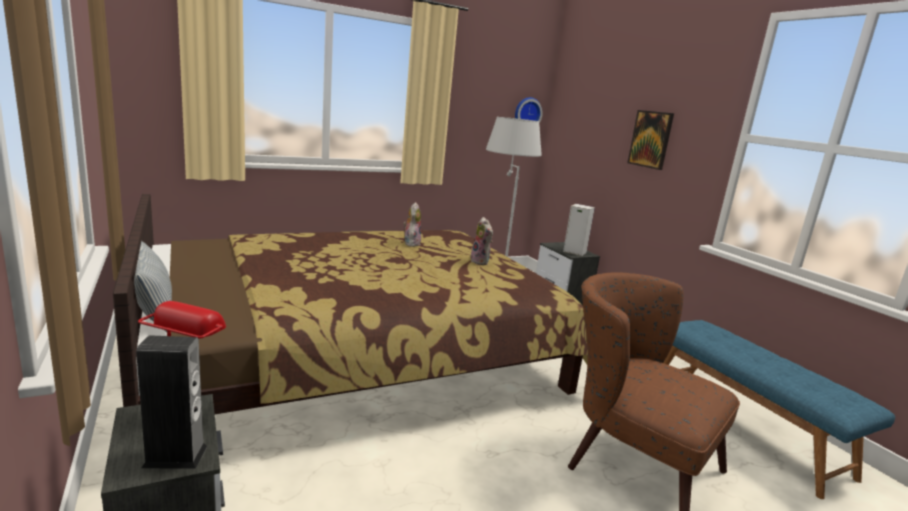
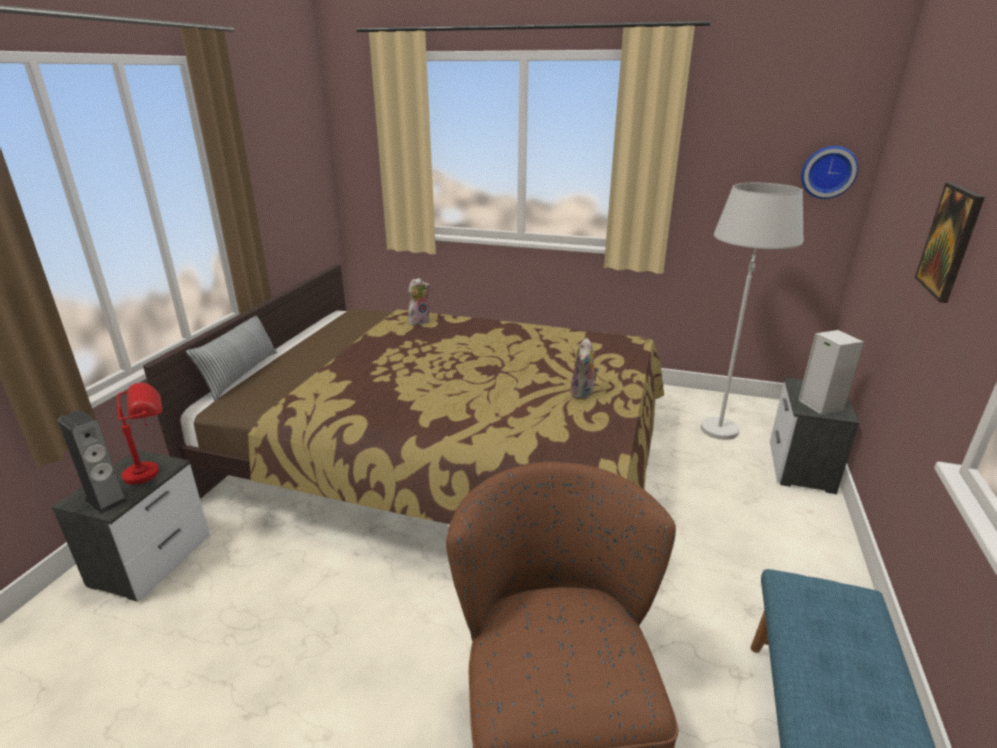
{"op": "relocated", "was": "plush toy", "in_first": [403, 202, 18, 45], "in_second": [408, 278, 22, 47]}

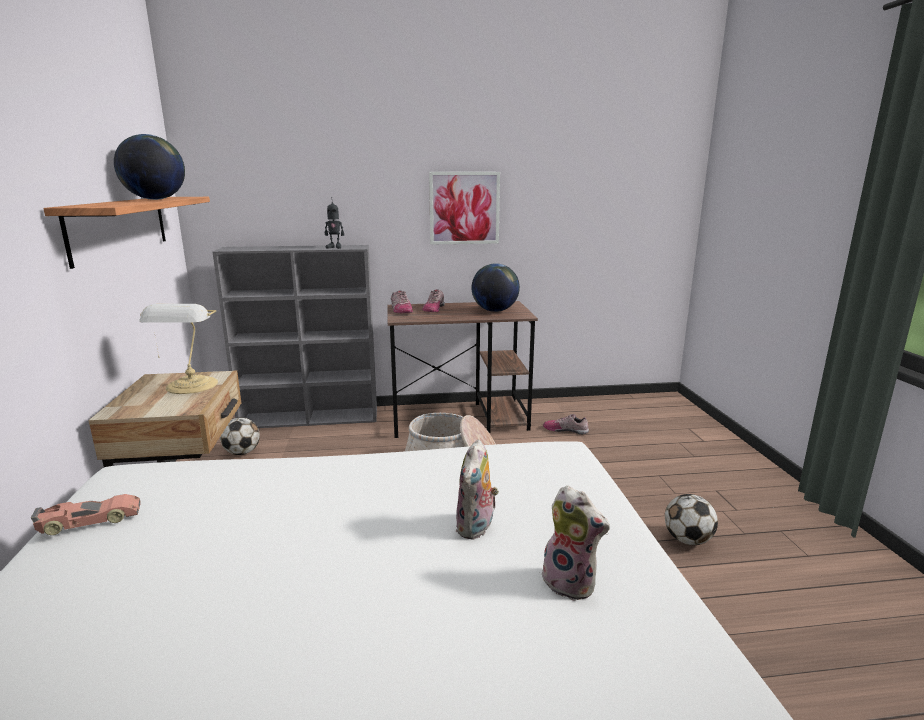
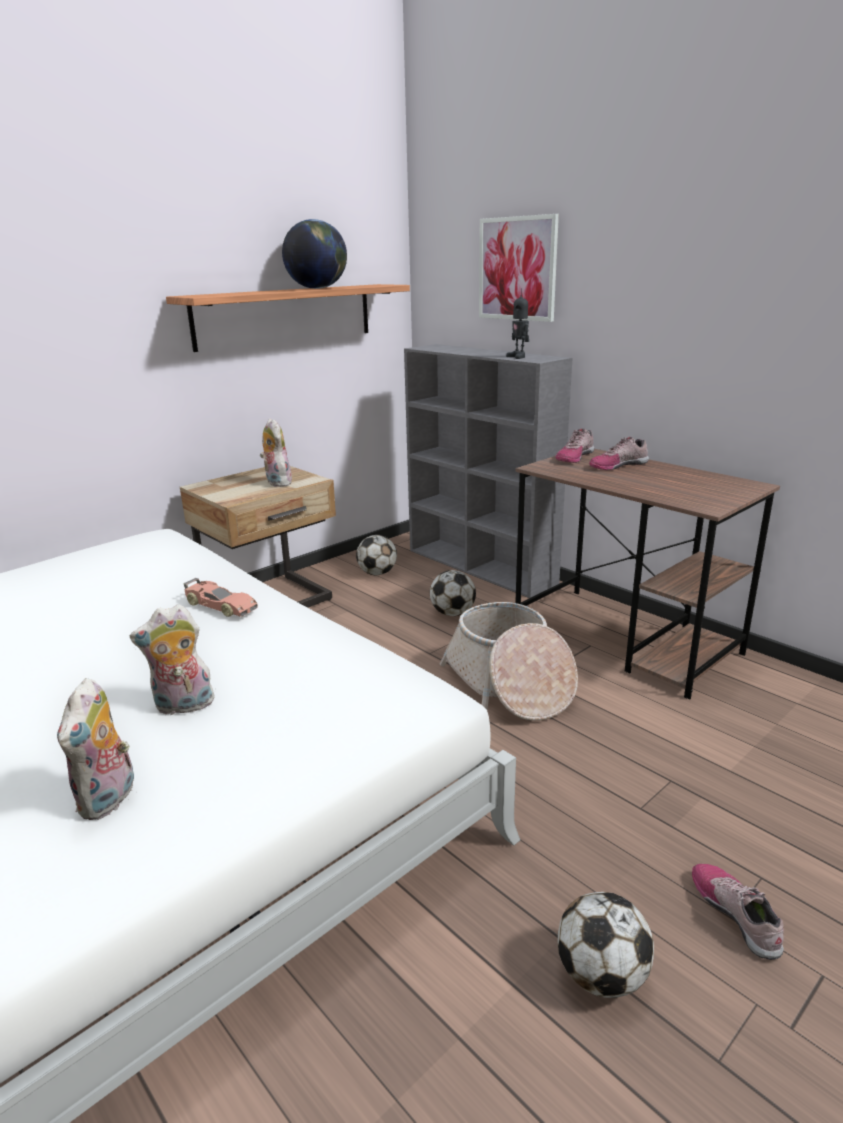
{"op": "relocated", "was": "toy car", "in_first": [31, 494, 110, 41], "in_second": [184, 578, 74, 39]}
{"op": "exchanged", "was": "table lamp", "now": "plush toy", "in_first": [139, 304, 79, 90], "in_second": [260, 418, 32, 69]}
{"op": "relocated", "was": "picture", "in_first": [429, 172, 71, 72], "in_second": [479, 214, 80, 108]}
{"op": "missing", "was": "globe", "in_first": [472, 263, 48, 49]}
{"op": "relocated", "was": "shoe", "in_first": [543, 414, 46, 20], "in_second": [692, 864, 92, 96]}
{"op": "appeared", "now": "football", "in_second": [430, 570, 46, 46]}

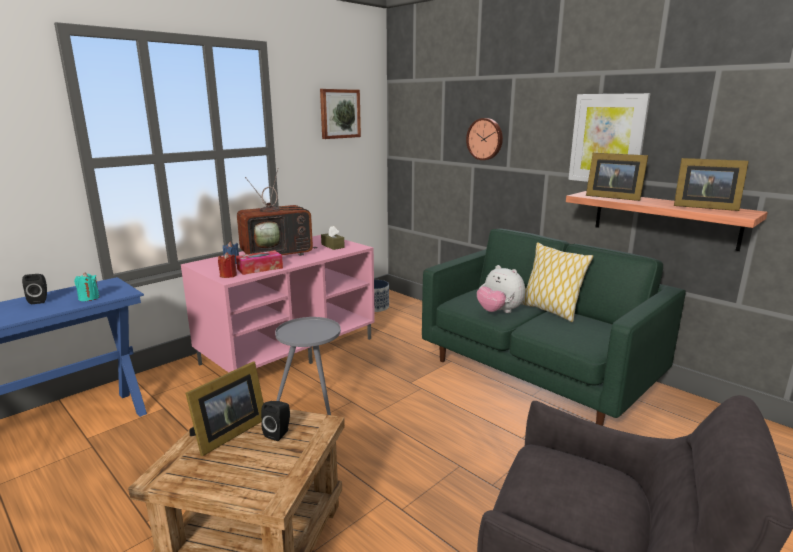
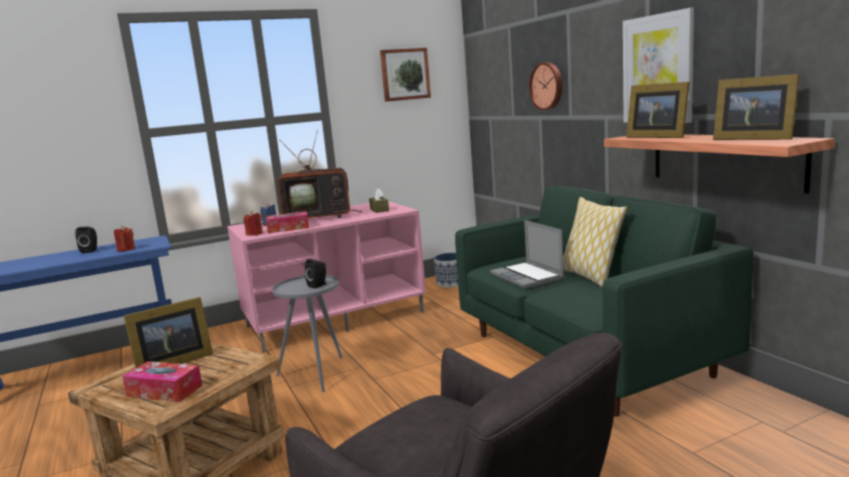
{"op": "colour", "was": "candle in turquoise", "now": "candle in red", "in_first": [74, 272, 26, 29], "in_second": [114, 226, 21, 25]}
{"op": "relocated", "was": "speaker in black", "in_first": [261, 401, 29, 40], "in_second": [305, 259, 21, 29]}
{"op": "exchanged", "was": "plush toy", "now": "laptop", "in_first": [477, 265, 48, 48], "in_second": [490, 220, 74, 68]}
{"op": "appeared", "now": "tissue box", "in_second": [122, 361, 81, 41]}

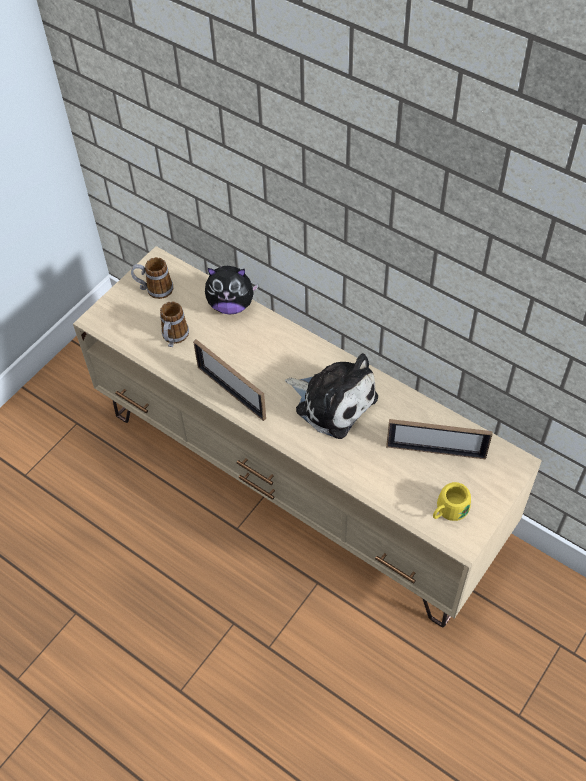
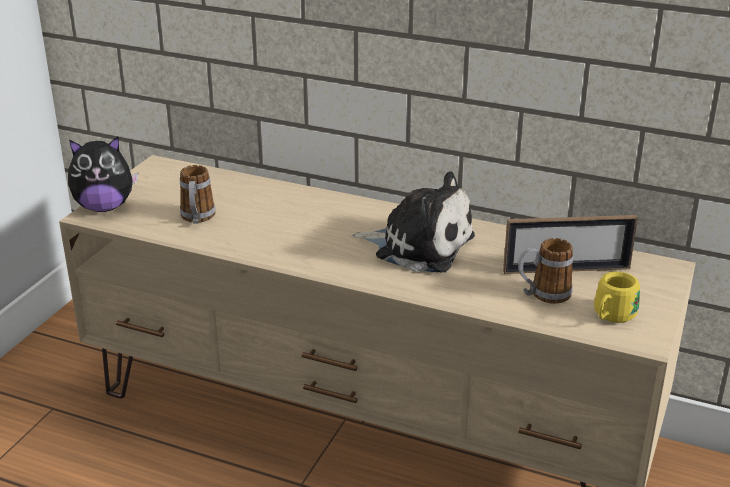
{"op": "relocated", "was": "mug", "in_first": [131, 257, 42, 42], "in_second": [518, 238, 55, 66]}
{"op": "missing", "was": "picture frame", "in_first": [193, 339, 73, 82]}
{"op": "relocated", "was": "plush toy", "in_first": [205, 266, 54, 49], "in_second": [68, 137, 70, 75]}

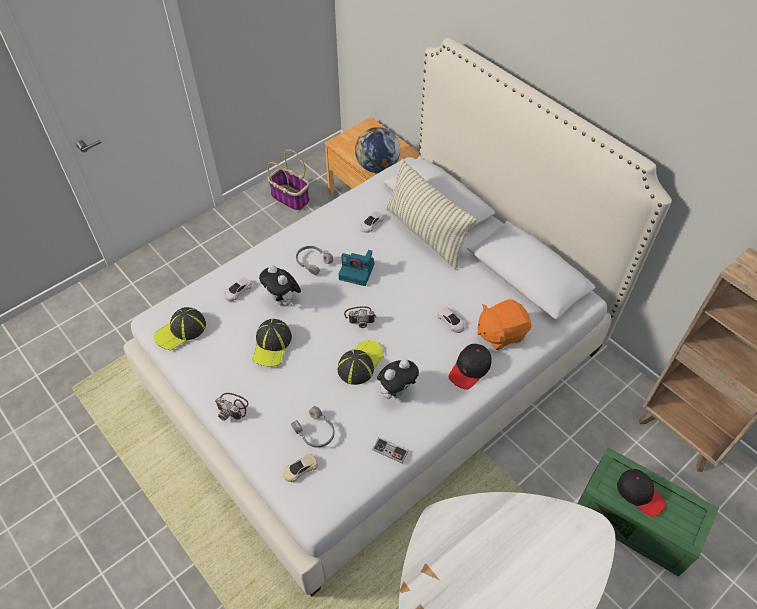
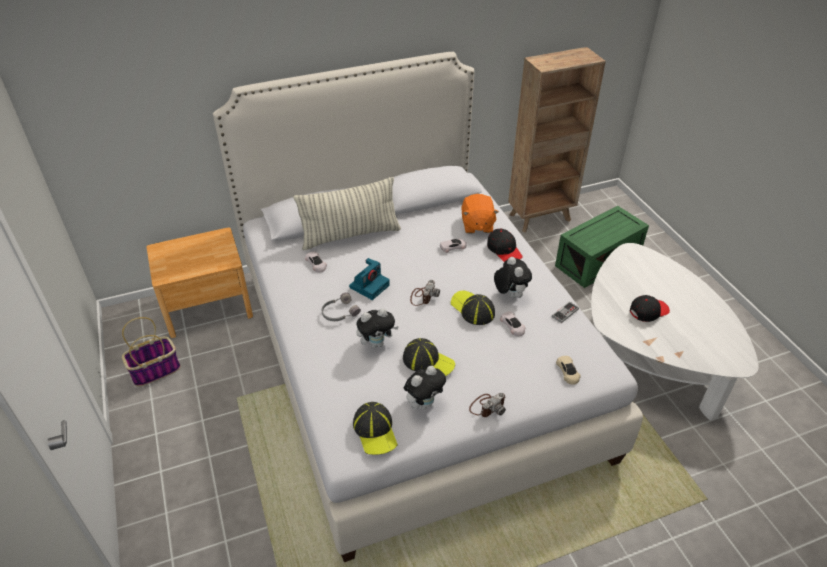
{"op": "relocated", "was": "toy car in white", "in_first": [224, 277, 28, 24], "in_second": [500, 311, 25, 25]}
{"op": "missing", "was": "headphones in grey", "in_first": [291, 406, 44, 42]}
{"op": "missing", "was": "globe", "in_first": [355, 127, 45, 46]}
{"op": "relocated", "was": "cap in black", "in_first": [617, 469, 48, 48], "in_second": [630, 295, 40, 27]}
{"op": "appeared", "now": "plush toy", "in_second": [404, 366, 42, 44]}

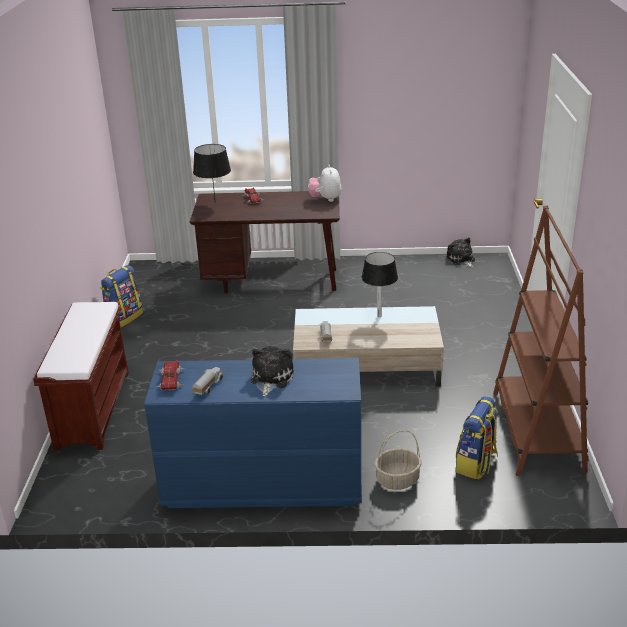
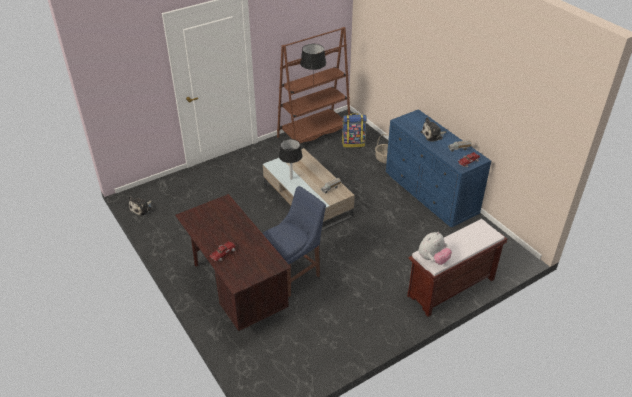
{"op": "missing", "was": "backpack", "in_first": [100, 265, 43, 62]}
{"op": "relocated", "was": "table lamp in black", "in_first": [193, 144, 38, 55], "in_second": [300, 44, 26, 40]}
{"op": "relocated", "was": "plush toy", "in_first": [308, 165, 34, 37], "in_second": [419, 232, 33, 33]}
{"op": "appeared", "now": "chair in blue", "in_second": [262, 186, 64, 111]}

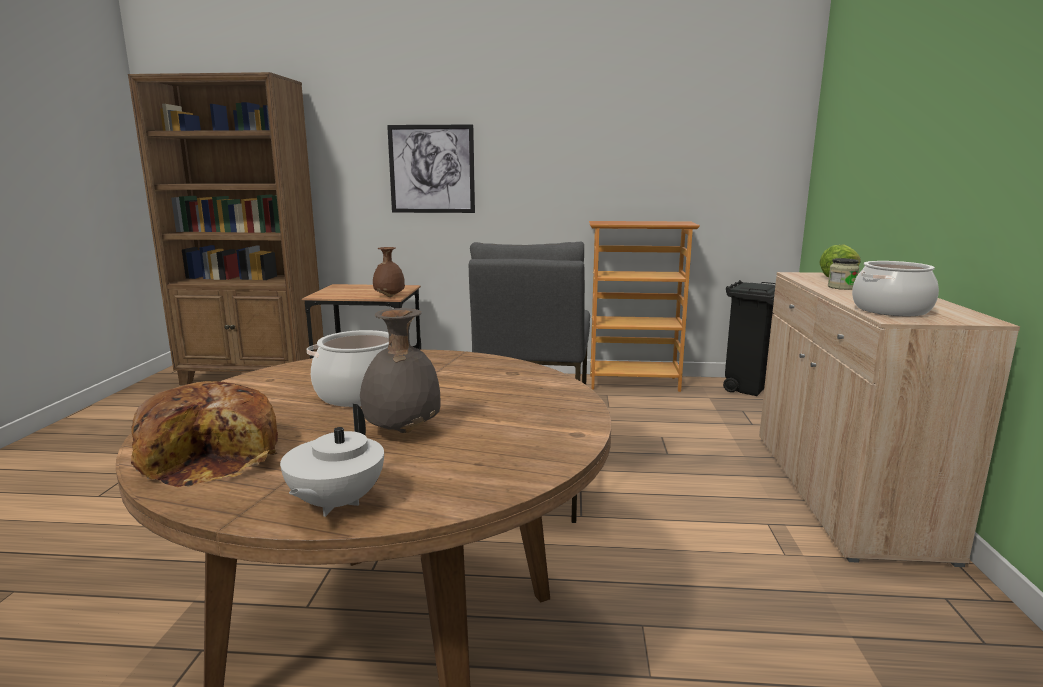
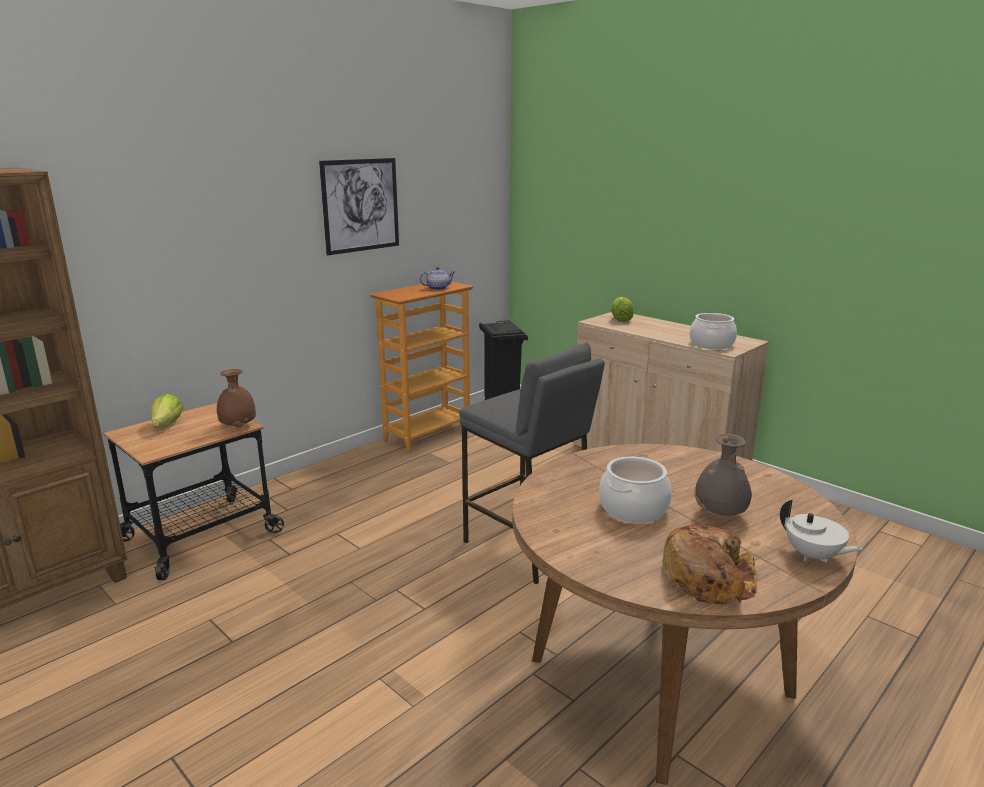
{"op": "relocated", "was": "picture", "in_first": [387, 125, 88, 88], "in_second": [319, 158, 80, 97]}
{"op": "missing", "was": "jar", "in_first": [828, 258, 31, 32]}
{"op": "appeared", "now": "lettuce", "in_second": [151, 394, 32, 33]}
{"op": "appeared", "now": "teapot", "in_second": [420, 267, 35, 23]}

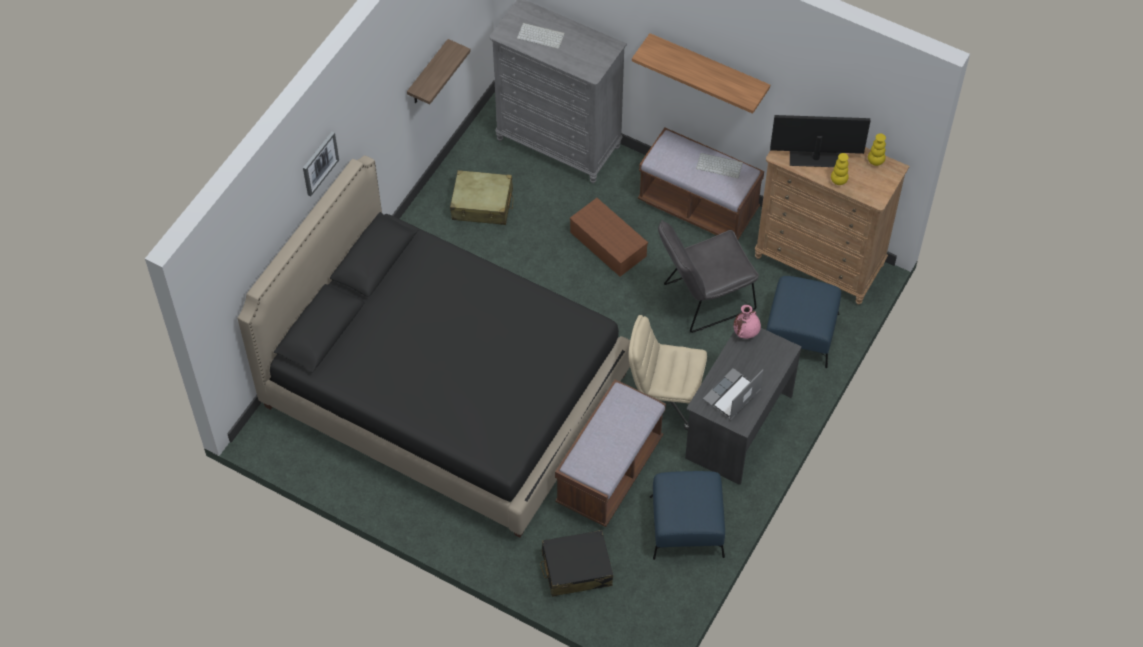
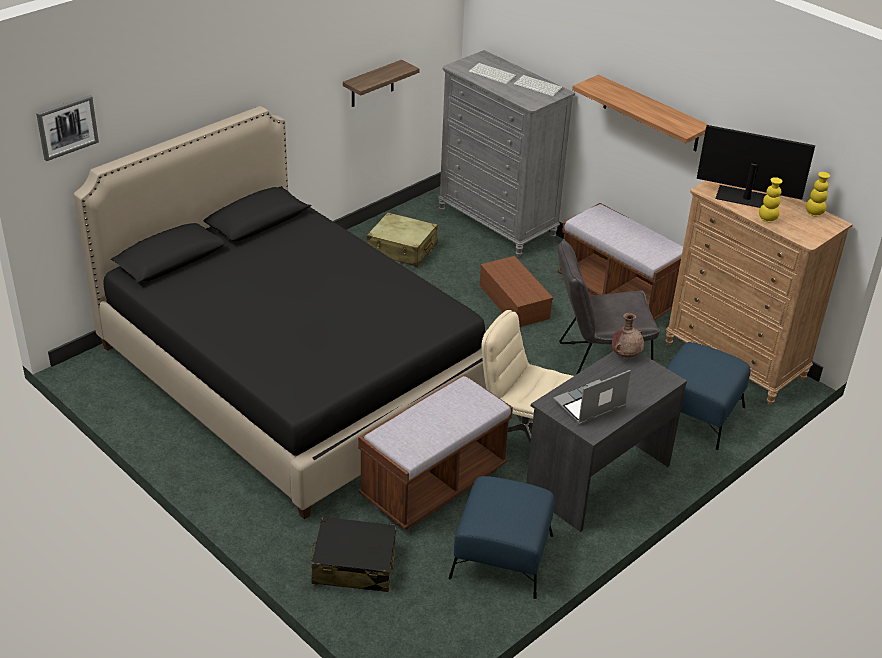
{"op": "relocated", "was": "picture", "in_first": [303, 131, 36, 66], "in_second": [36, 95, 63, 66]}
{"op": "relocated", "was": "keyboard", "in_first": [696, 153, 47, 25], "in_second": [514, 75, 49, 21]}
{"op": "colour", "was": "vase in pink", "now": "vase in brown", "in_first": [734, 305, 27, 34], "in_second": [612, 313, 32, 45]}

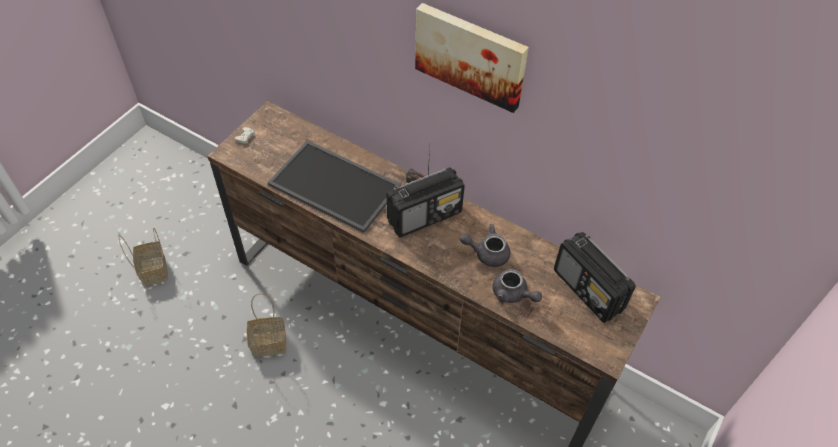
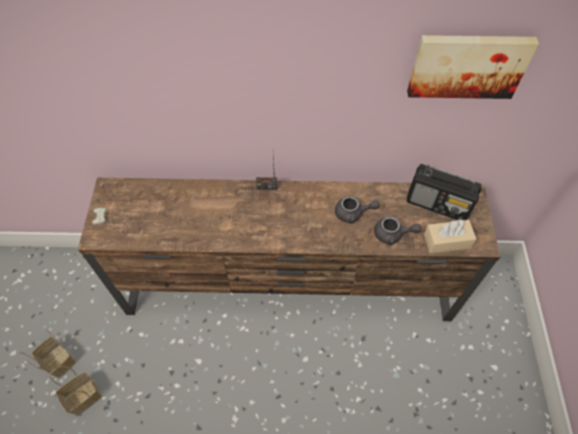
{"op": "relocated", "was": "basket", "in_first": [247, 294, 40, 63], "in_second": [50, 366, 52, 50]}
{"op": "missing", "was": "tray", "in_first": [268, 140, 133, 93]}
{"op": "missing", "was": "radio", "in_first": [387, 167, 78, 70]}
{"op": "relocated", "was": "picture", "in_first": [415, 3, 114, 110], "in_second": [407, 35, 132, 64]}
{"op": "spun", "was": "teapot in grey", "in_first": [460, 224, 50, 43], "in_second": [335, 196, 45, 28], "clockwise": -150}
{"op": "appeared", "now": "tissue box in beige", "in_second": [424, 219, 52, 34]}

